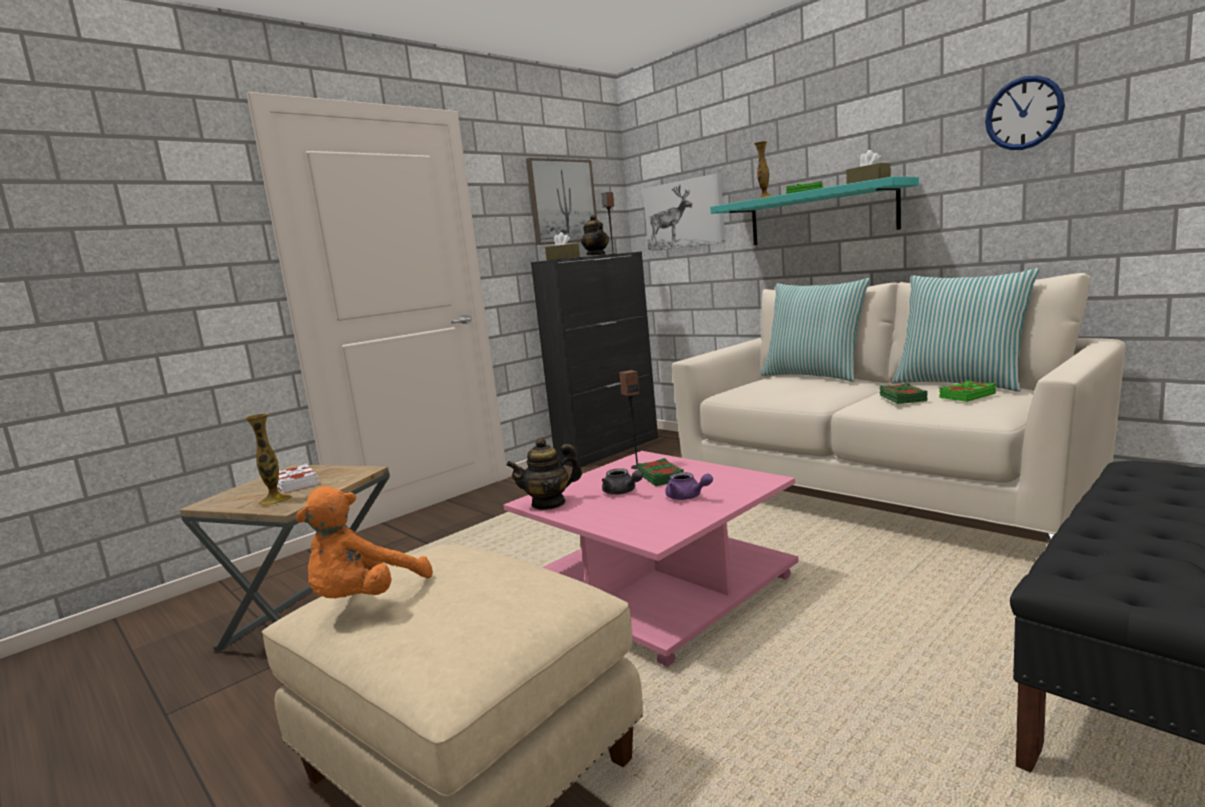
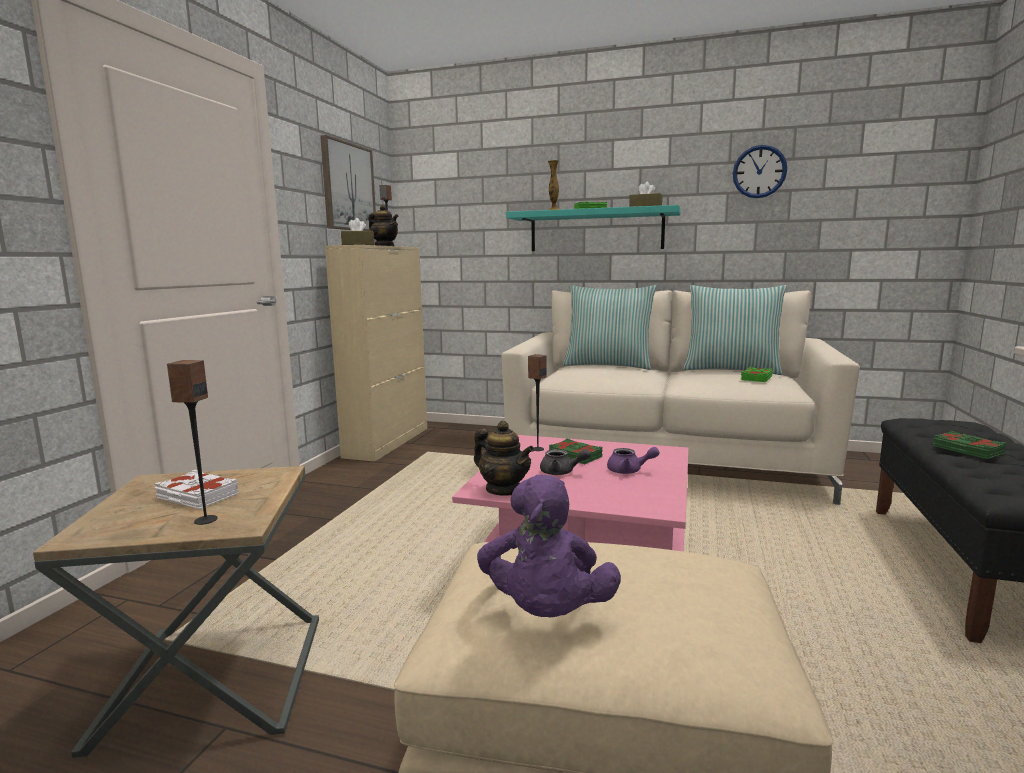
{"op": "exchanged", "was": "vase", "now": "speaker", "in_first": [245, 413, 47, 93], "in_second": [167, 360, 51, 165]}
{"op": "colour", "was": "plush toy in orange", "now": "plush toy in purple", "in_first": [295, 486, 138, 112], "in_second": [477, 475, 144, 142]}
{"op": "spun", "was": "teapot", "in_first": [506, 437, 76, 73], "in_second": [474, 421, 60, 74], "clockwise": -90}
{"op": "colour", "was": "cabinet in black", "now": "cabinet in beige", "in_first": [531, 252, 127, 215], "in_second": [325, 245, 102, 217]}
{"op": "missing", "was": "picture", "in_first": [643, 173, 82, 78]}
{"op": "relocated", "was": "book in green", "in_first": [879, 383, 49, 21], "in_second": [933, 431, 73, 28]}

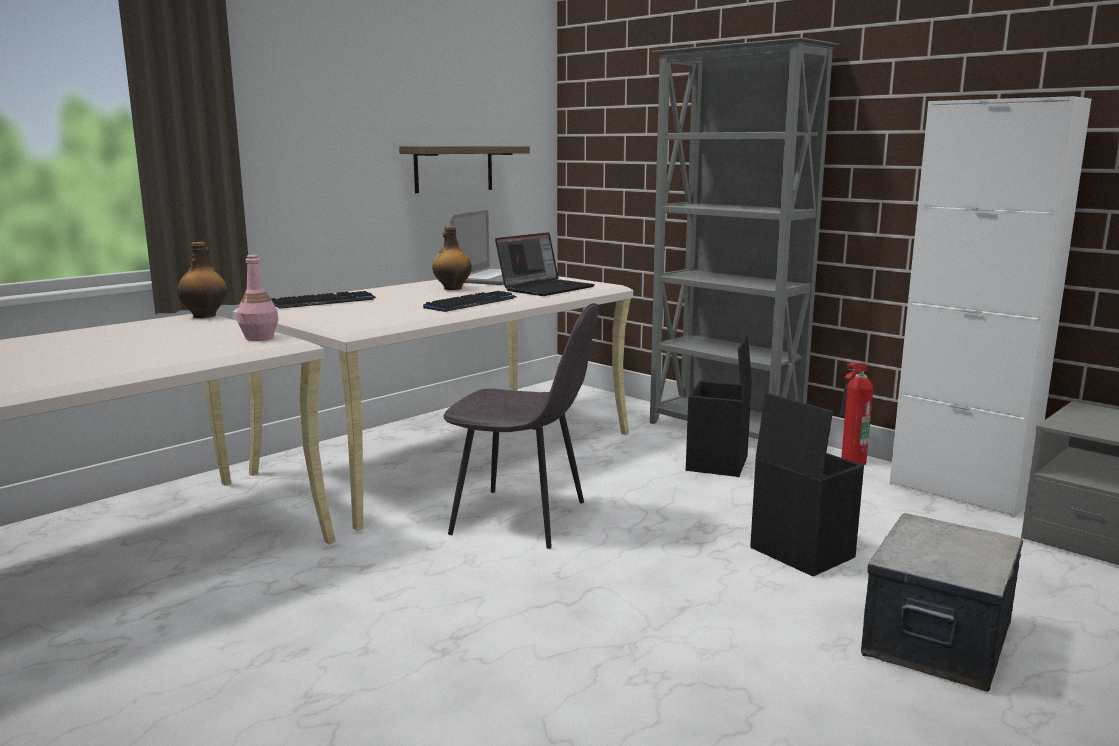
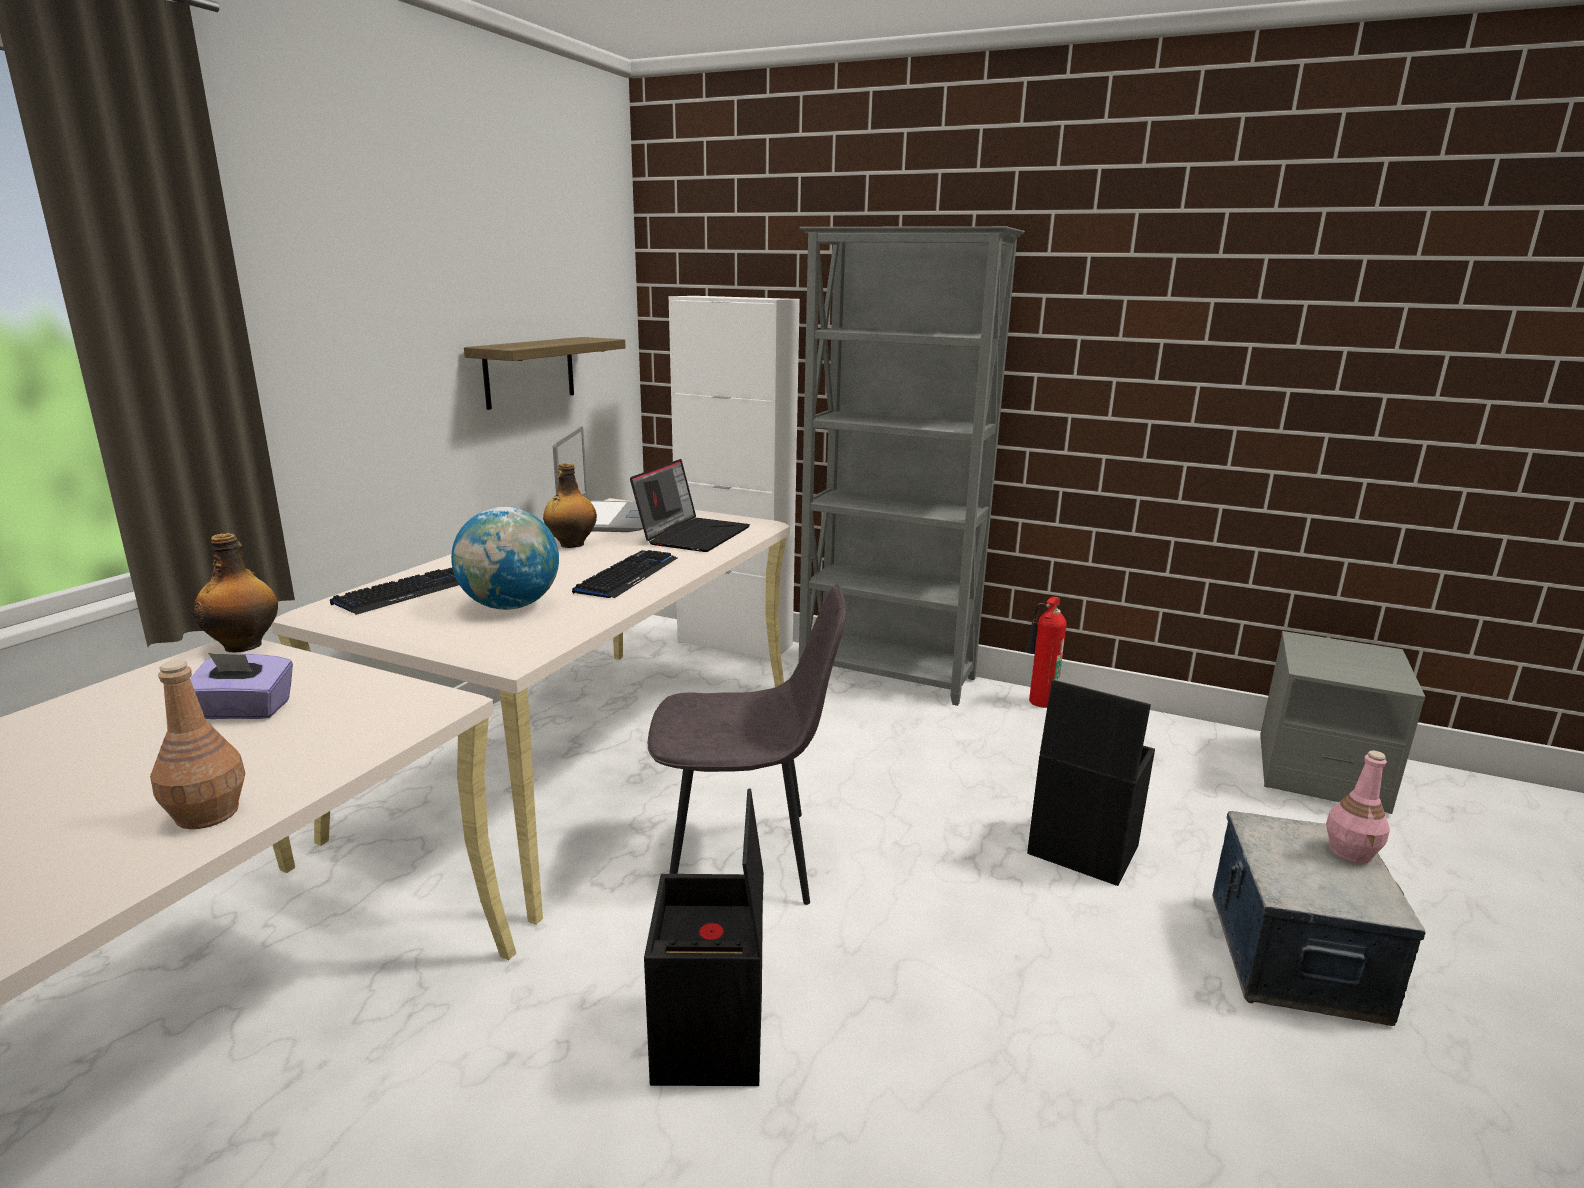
{"op": "relocated", "was": "bottle in pink", "in_first": [237, 255, 42, 86], "in_second": [1326, 751, 64, 113]}
{"op": "relocated", "was": "storage box in black", "in_first": [686, 335, 66, 142], "in_second": [644, 788, 120, 298]}
{"op": "relocated", "was": "cabinet in white", "in_first": [890, 96, 202, 422], "in_second": [669, 296, 131, 366]}
{"op": "appeared", "now": "bottle in brown", "in_second": [150, 660, 95, 169]}
{"op": "appeared", "now": "tissue box in purple", "in_second": [190, 653, 103, 66]}
{"op": "appeared", "now": "globe", "in_second": [451, 507, 108, 103]}

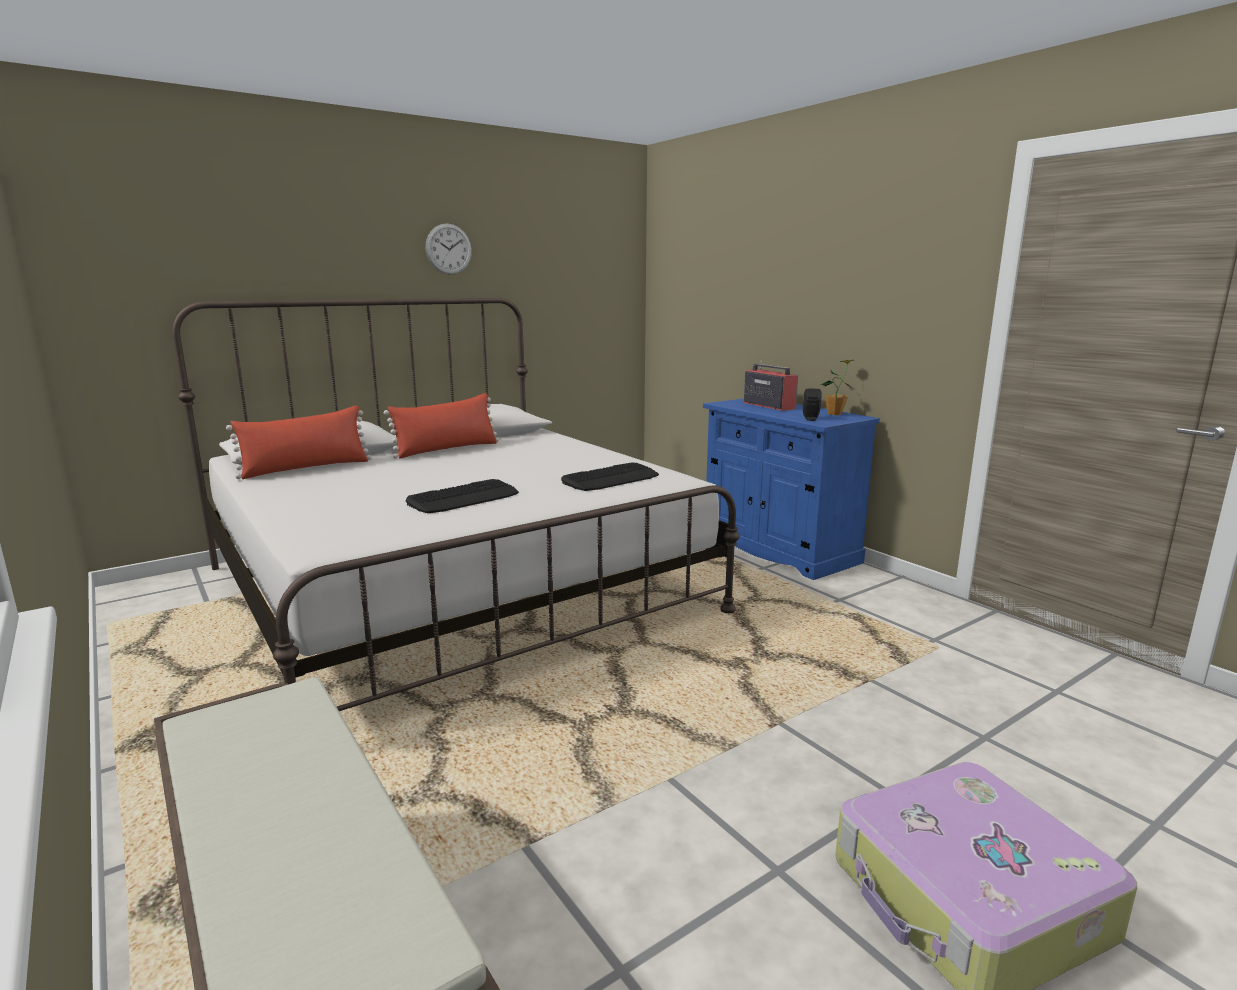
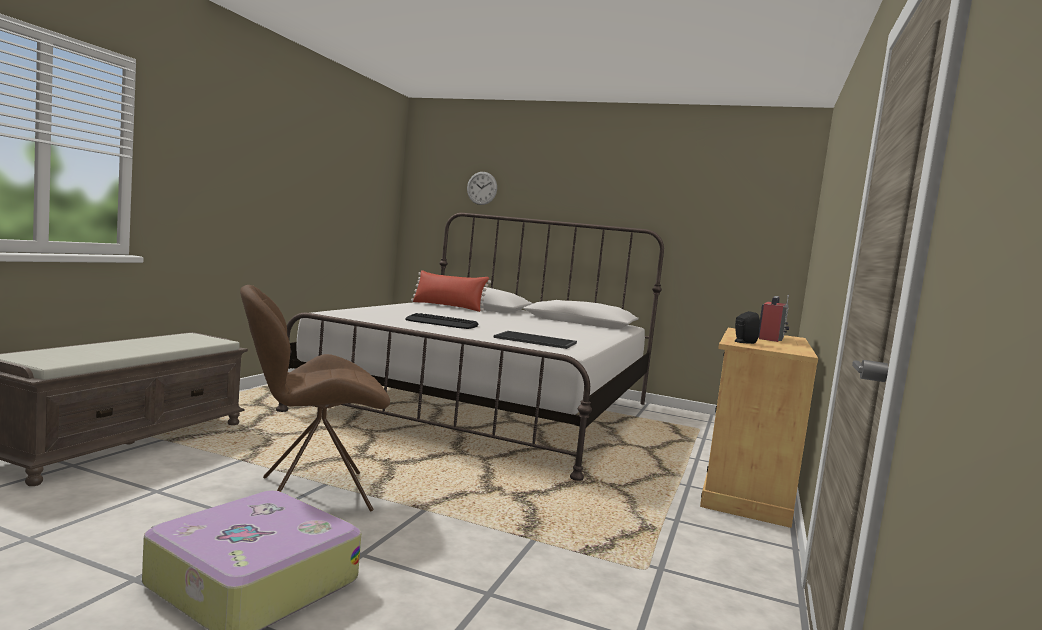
{"op": "missing", "was": "pillow in red", "in_first": [384, 393, 115, 66]}
{"op": "relocated", "was": "wall clock", "in_first": [426, 224, 46, 51], "in_second": [467, 172, 30, 33]}
{"op": "exchanged", "was": "keyboard", "now": "tray", "in_first": [561, 462, 98, 29], "in_second": [493, 331, 84, 18]}
{"op": "colour", "was": "cabinet in blue", "now": "cabinet in beige", "in_first": [703, 399, 177, 181], "in_second": [700, 328, 118, 200]}
{"op": "missing", "was": "potted plant", "in_first": [821, 360, 33, 55]}
{"op": "appeared", "now": "chair in brown", "in_second": [240, 285, 150, 227]}

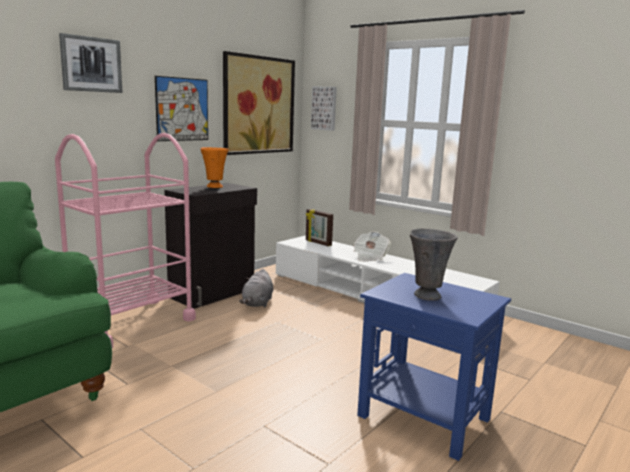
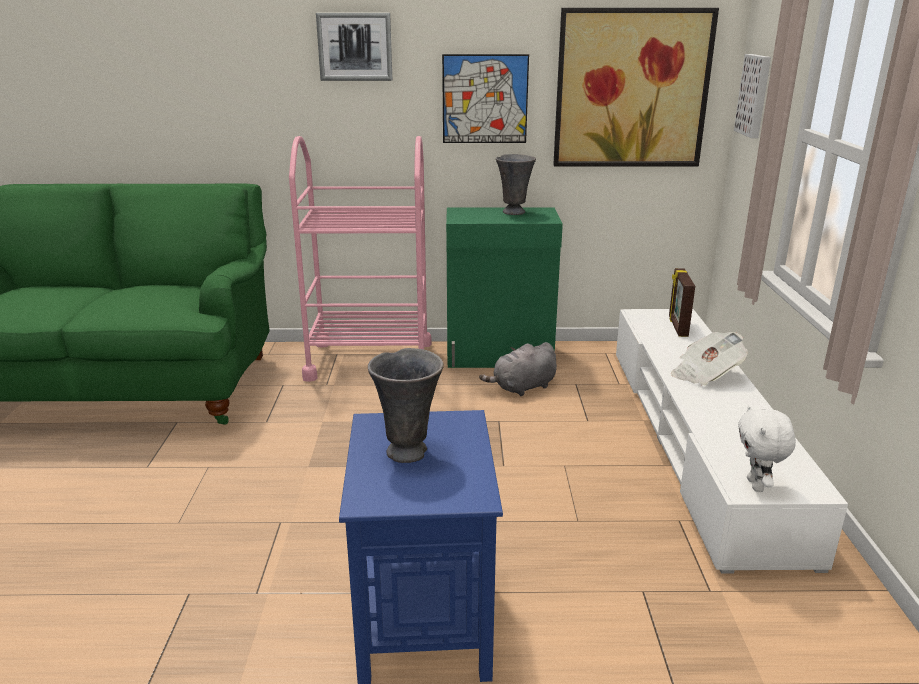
{"op": "colour", "was": "cabinet in black", "now": "cabinet in green", "in_first": [164, 183, 93, 126], "in_second": [446, 207, 117, 161]}
{"op": "colour", "was": "vase in orange", "now": "vase in grey", "in_first": [201, 147, 28, 41], "in_second": [496, 154, 40, 61]}
{"op": "appeared", "now": "plush toy in white", "in_second": [738, 405, 58, 87]}

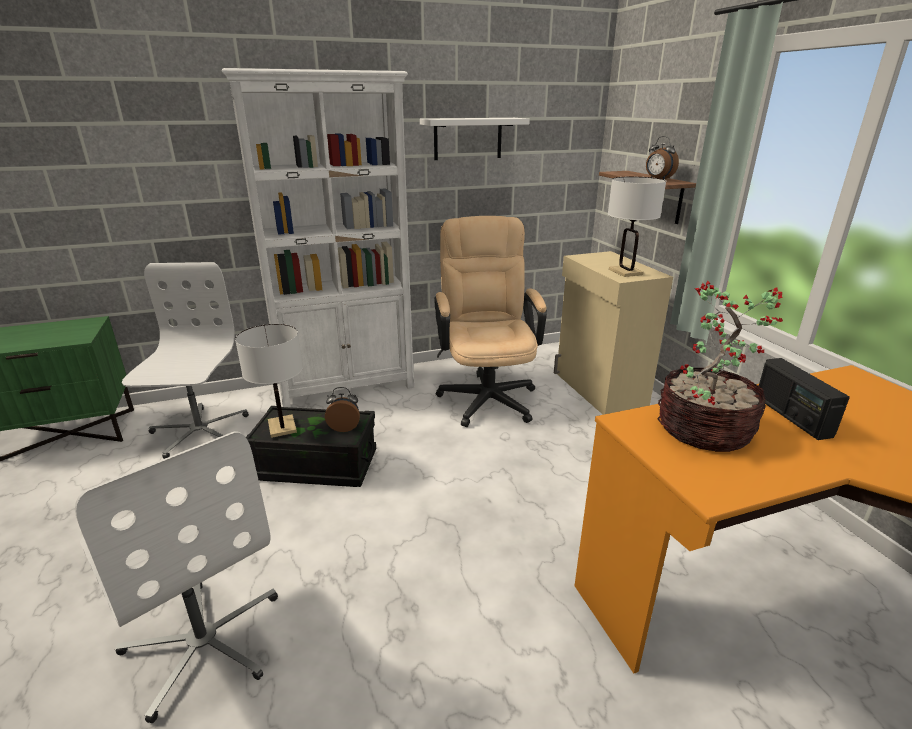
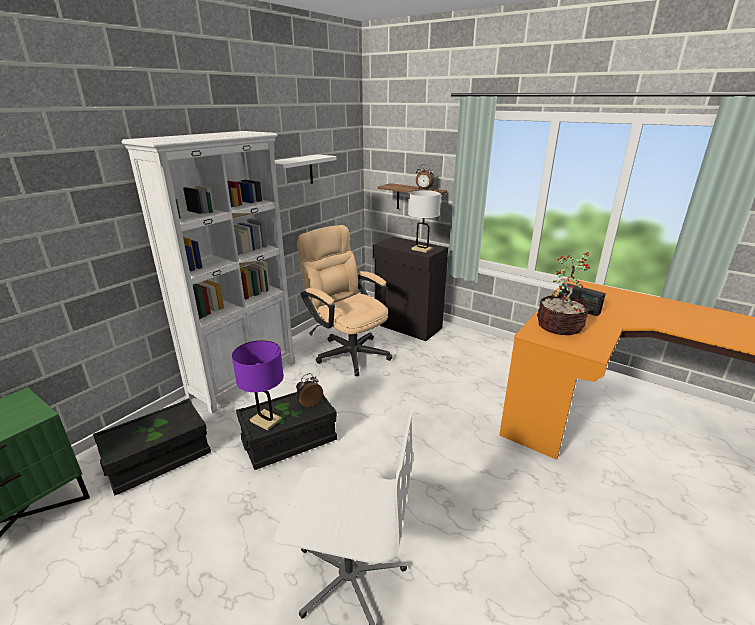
{"op": "exchanged", "was": "office chair in white", "now": "storage box in black", "in_first": [122, 262, 127, 197], "in_second": [93, 398, 118, 97]}
{"op": "colour", "was": "table lamp in white", "now": "table lamp in purple", "in_first": [235, 324, 68, 114], "in_second": [232, 340, 52, 90]}
{"op": "colour", "was": "cabinet in beige", "now": "cabinet in black", "in_first": [554, 251, 119, 164], "in_second": [373, 236, 75, 105]}

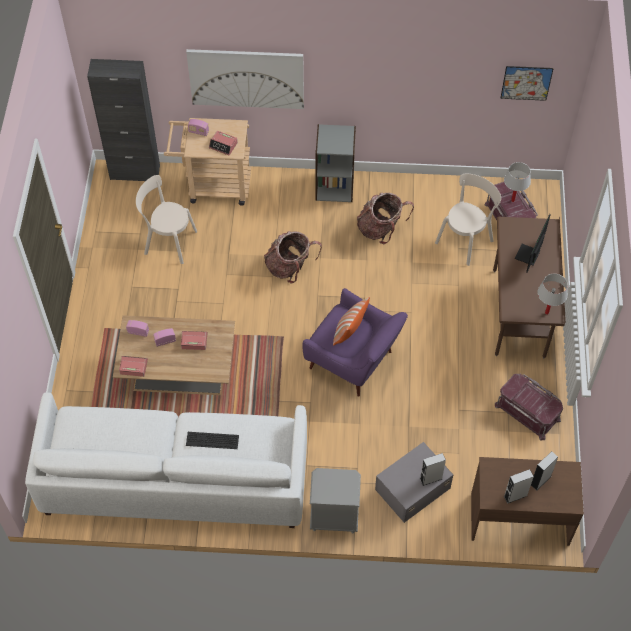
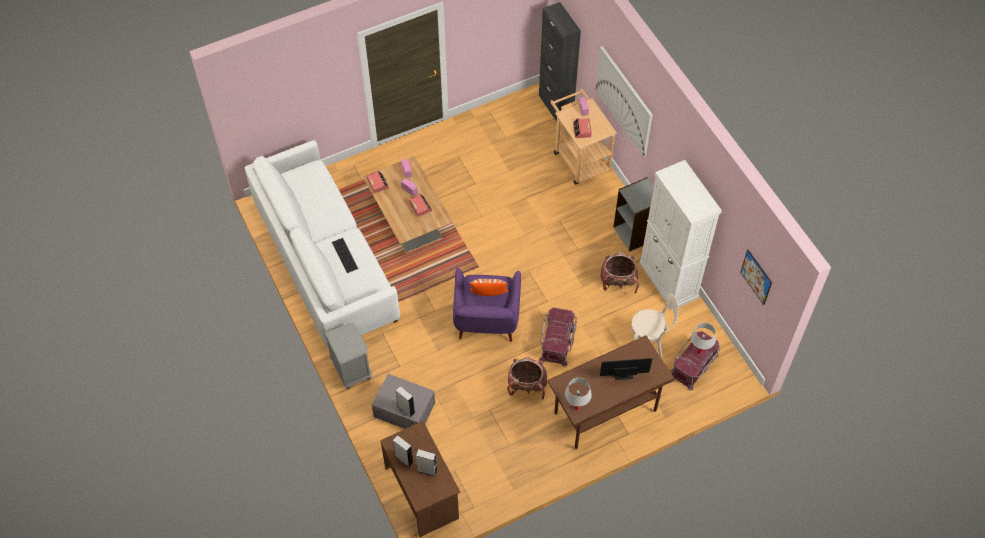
{"op": "missing", "was": "chair in beige", "in_first": [136, 175, 61, 89]}
{"op": "relocated", "was": "backpack", "in_first": [264, 231, 58, 53], "in_second": [507, 356, 40, 43]}
{"op": "relocated", "was": "storage box in red", "in_first": [495, 374, 68, 66], "in_second": [539, 307, 38, 60]}
{"op": "appeared", "now": "cabinet in white", "in_second": [639, 160, 83, 151]}

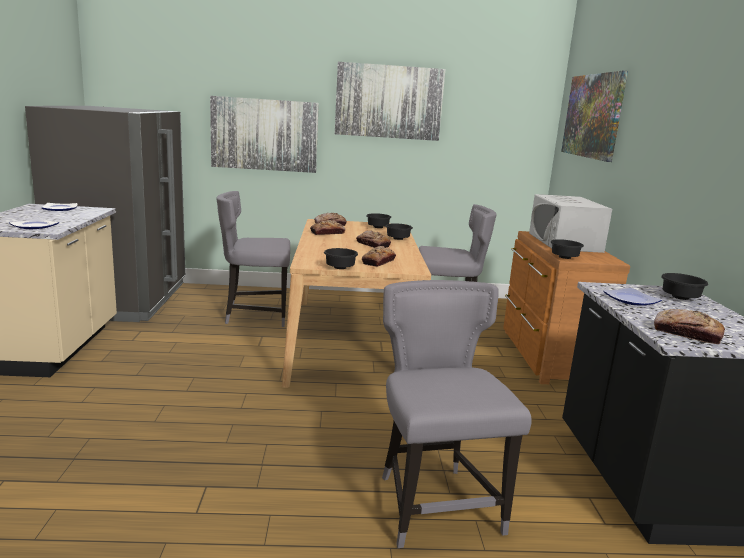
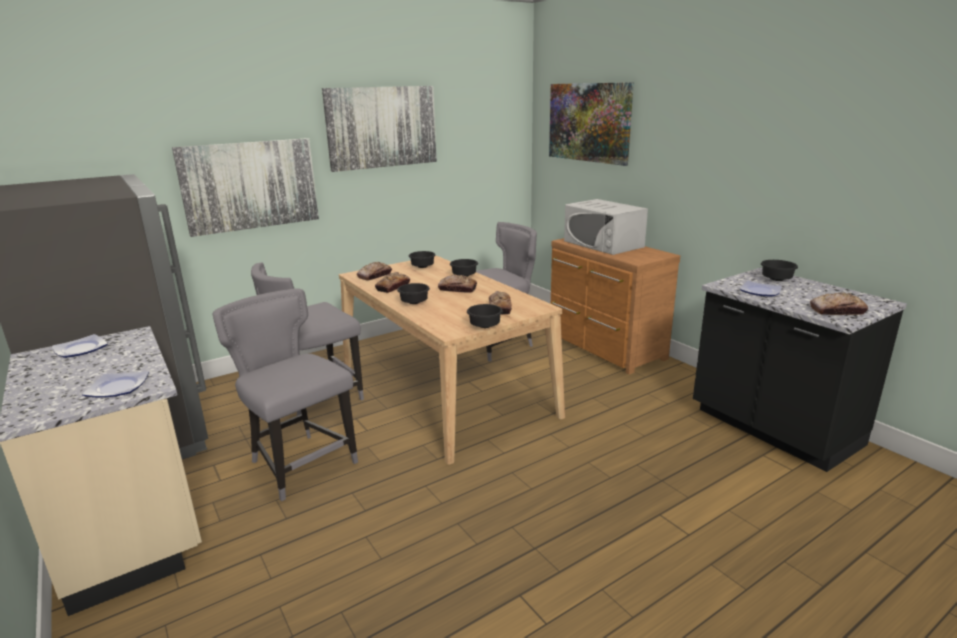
{"op": "relocated", "was": "chair in grey", "in_first": [382, 280, 149, 268], "in_second": [213, 289, 145, 212]}
{"op": "relocated", "was": "bowl in black", "in_first": [551, 239, 33, 20], "in_second": [397, 283, 33, 21]}

